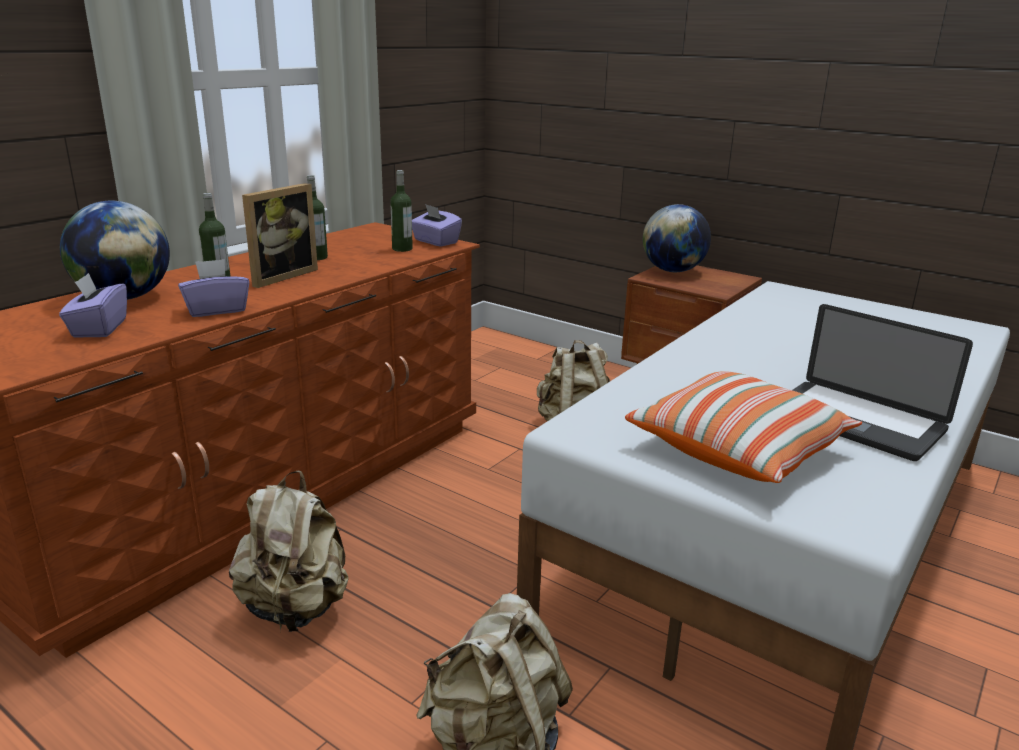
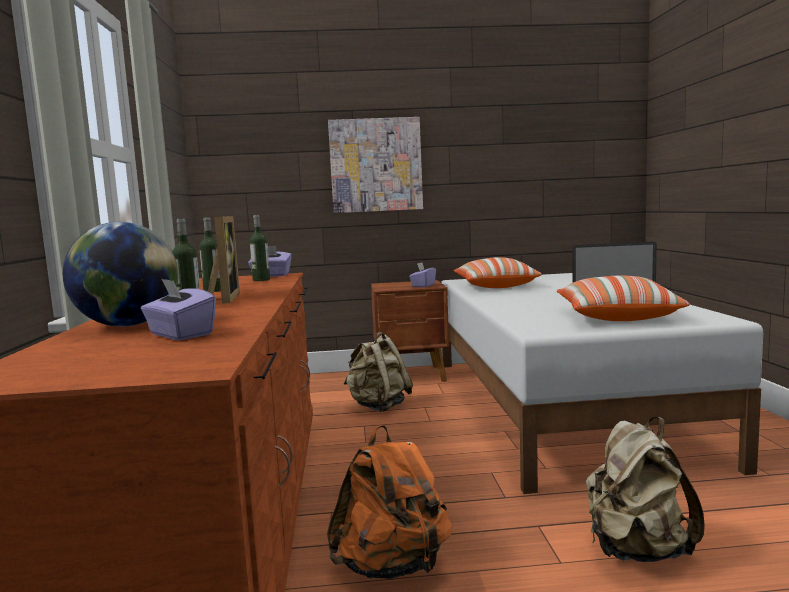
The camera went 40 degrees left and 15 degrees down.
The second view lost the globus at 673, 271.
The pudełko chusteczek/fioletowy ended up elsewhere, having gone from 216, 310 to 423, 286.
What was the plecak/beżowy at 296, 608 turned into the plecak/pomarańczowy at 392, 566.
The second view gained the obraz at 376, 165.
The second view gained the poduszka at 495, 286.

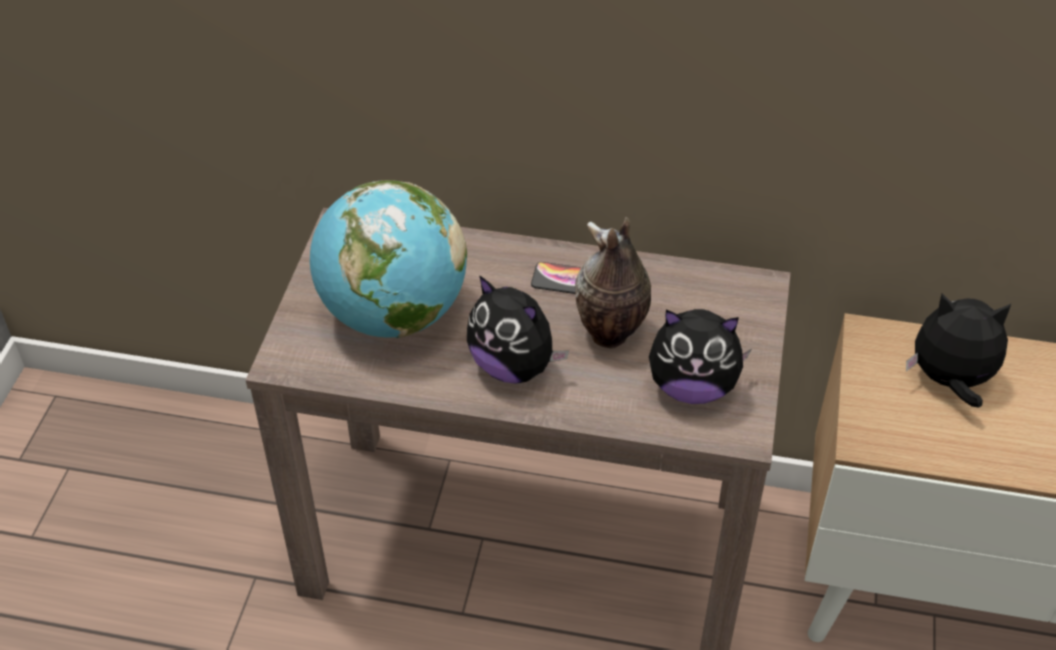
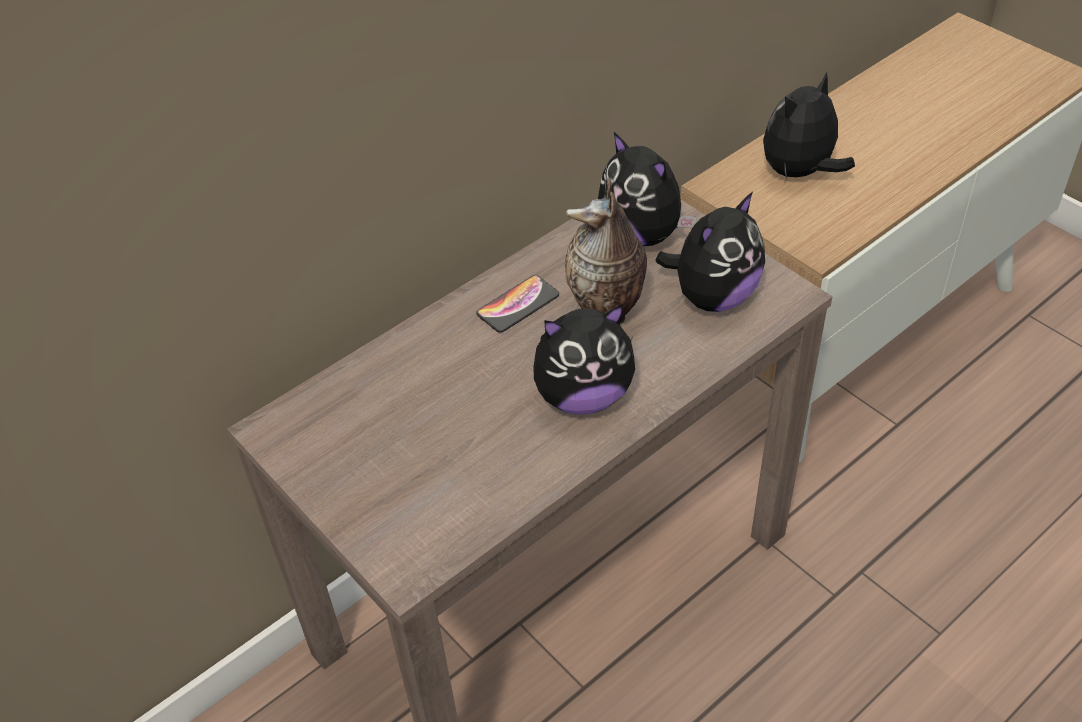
The camera went 50 degrees left and 0 degrees up.
The second view lost the globus at 393, 315.
The second view gained the pluszak at 643, 234.

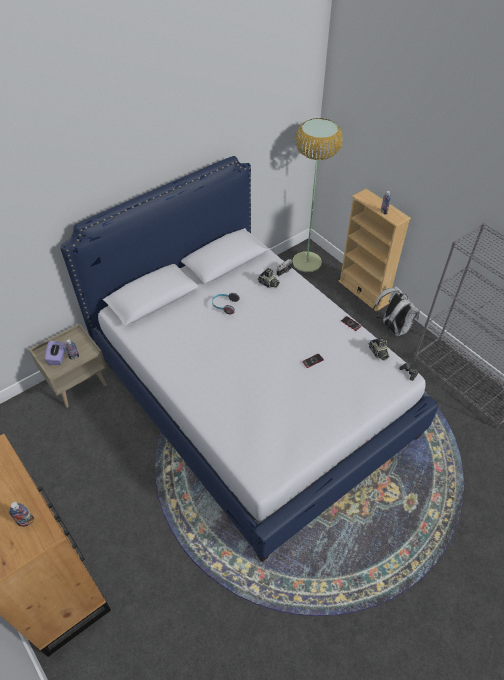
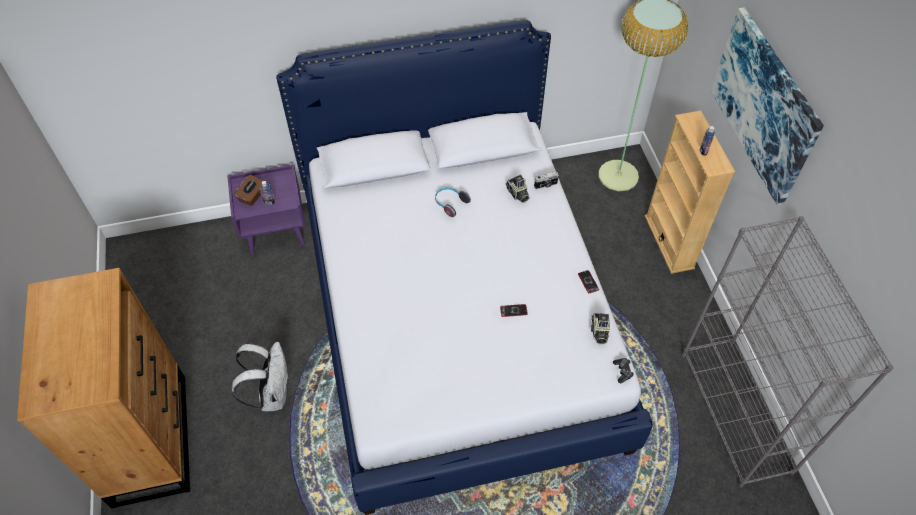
The camera went 25 degrees right and 5 degrees up.
The plecak/biały ended up elsewhere, having gone from 392, 328 to 272, 394.
What was the szafka nocna/beżowy at 78, 383 turned into the szafka nocna/fioletowy at 276, 231.
What was the pudełko chusteczek/fioletowy at 57, 357 turned into the pudełko chusteczek/brązowy at 252, 196.
The second view lost the butelka at 26, 521.
The second view gained the obraz at 764, 105.

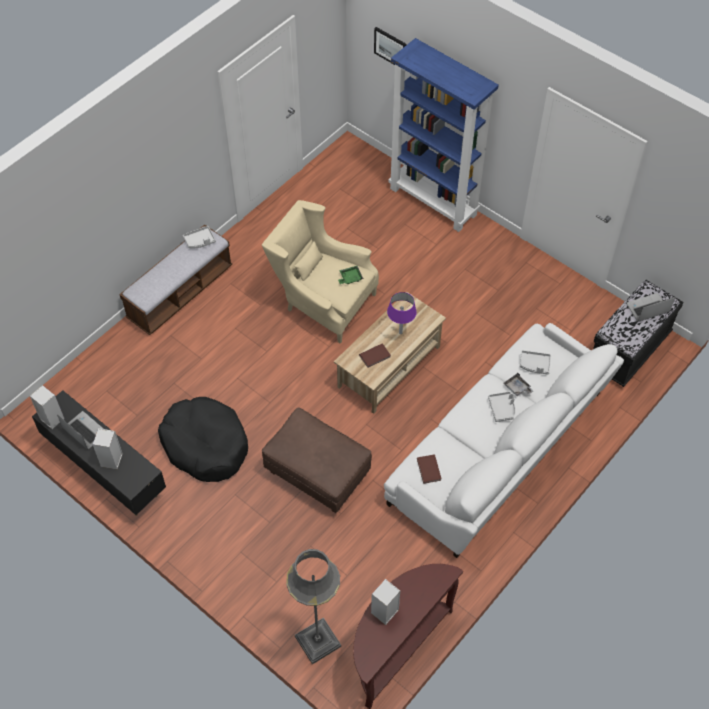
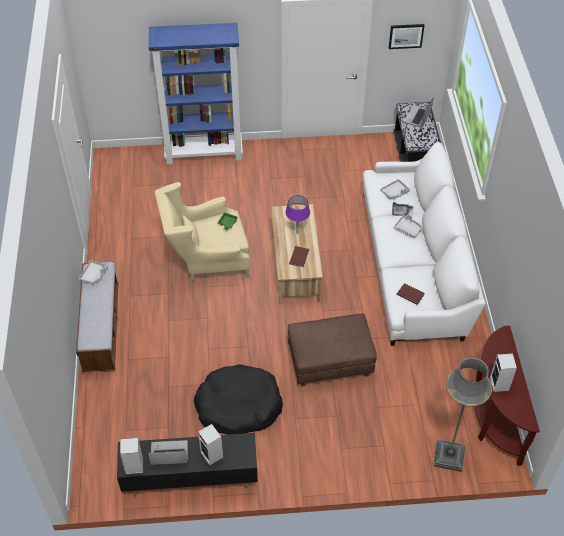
The camera went 45 degrees left and 5 degrees down.
The obraz ended up elsewhere, having gone from 390, 47 to 406, 36.

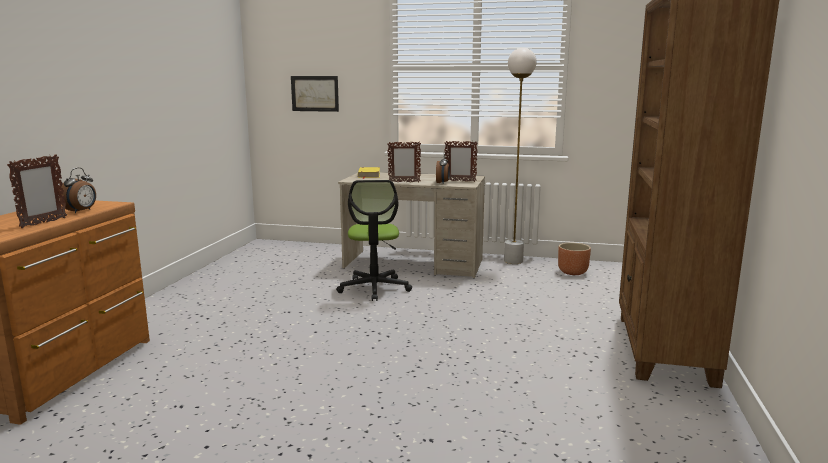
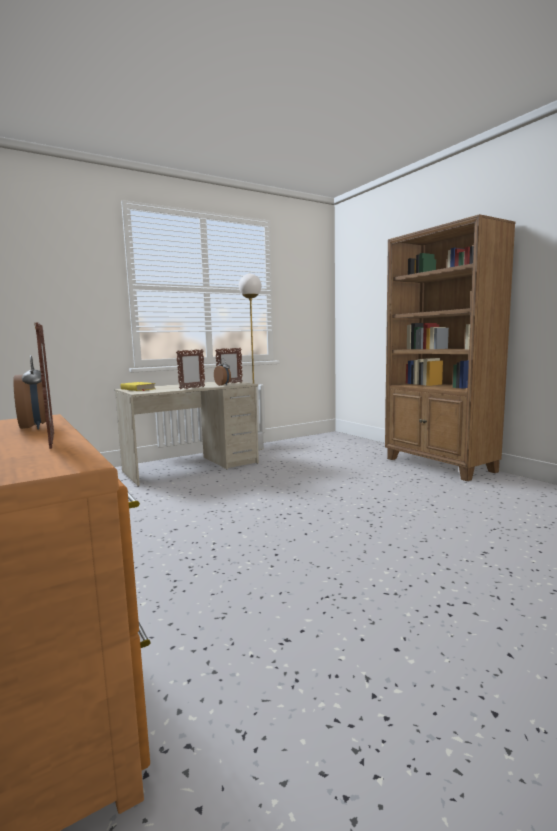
The camera went 45 degrees left and 5 degrees down.
The second view lost the obraz at 315, 93.
The second view lost the krzesło biurowe at 374, 288.
The second view lost the donica/brązowy at 572, 272.

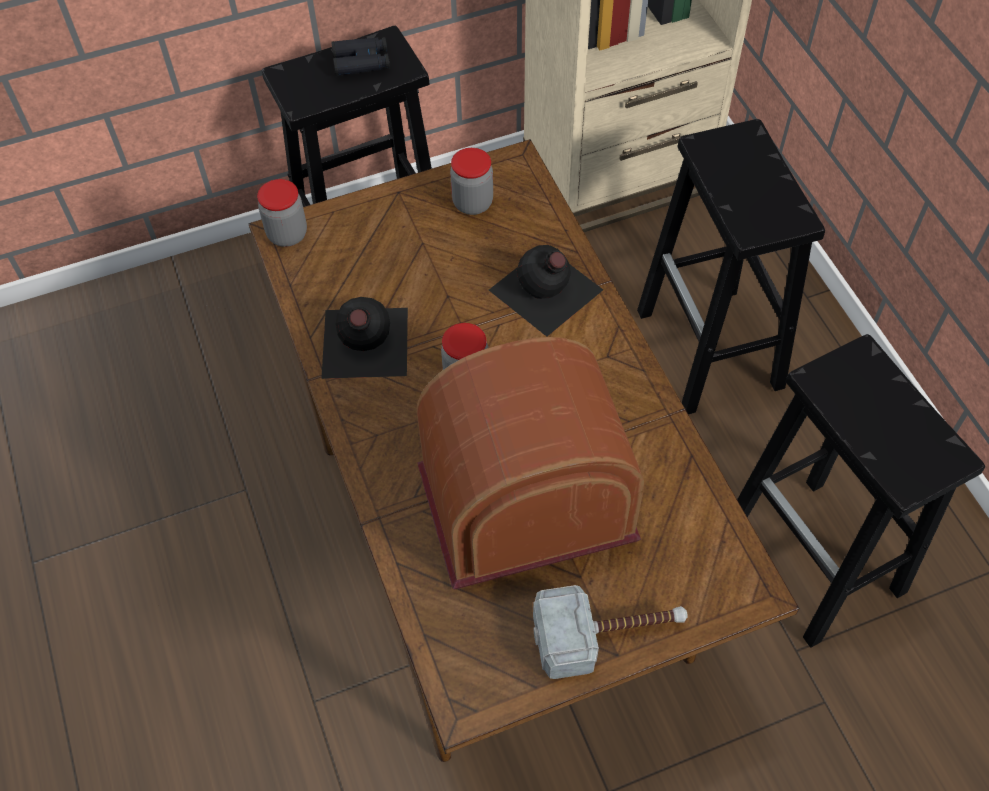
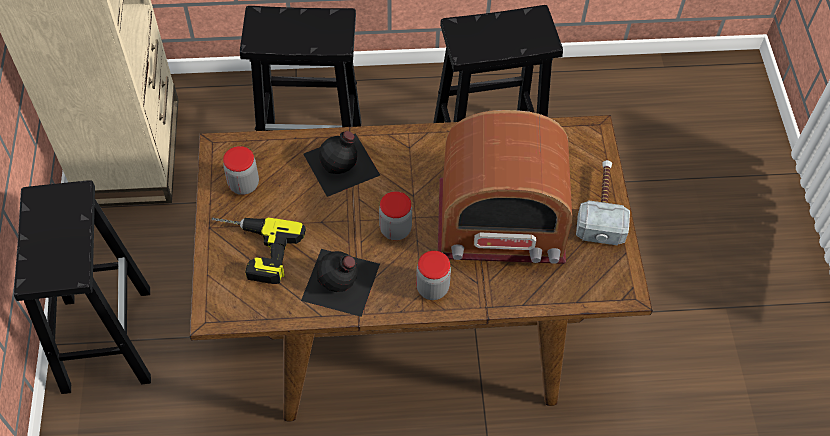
The camera went 75 degrees left and 0 degrees up.
The second view lost the lornetka/czarny at 361, 62.
The słoik ended up elsewhere, having gone from 287, 234 to 432, 288.
The radio at 525, 501 ended up facing another way, 90 degrees counterclockwise from before.
The second view gained the wiertarka at 252, 250.

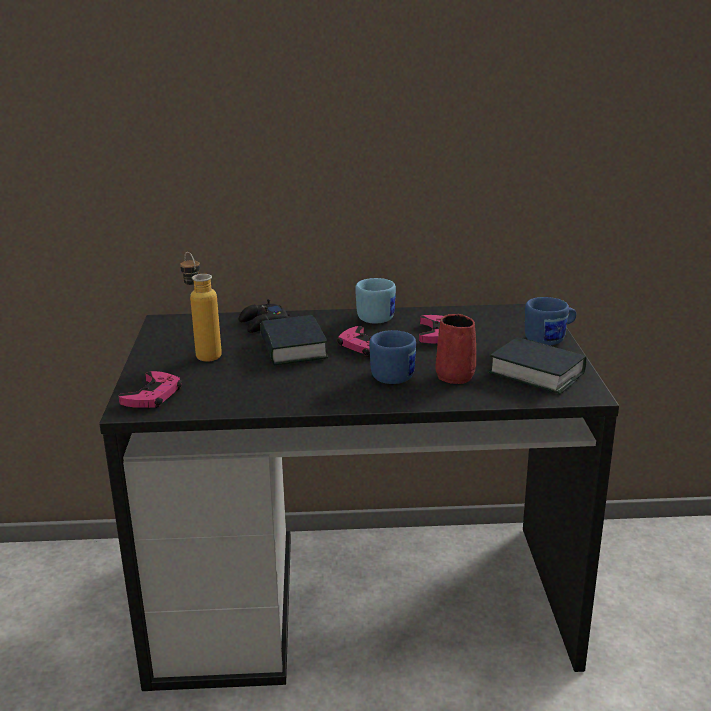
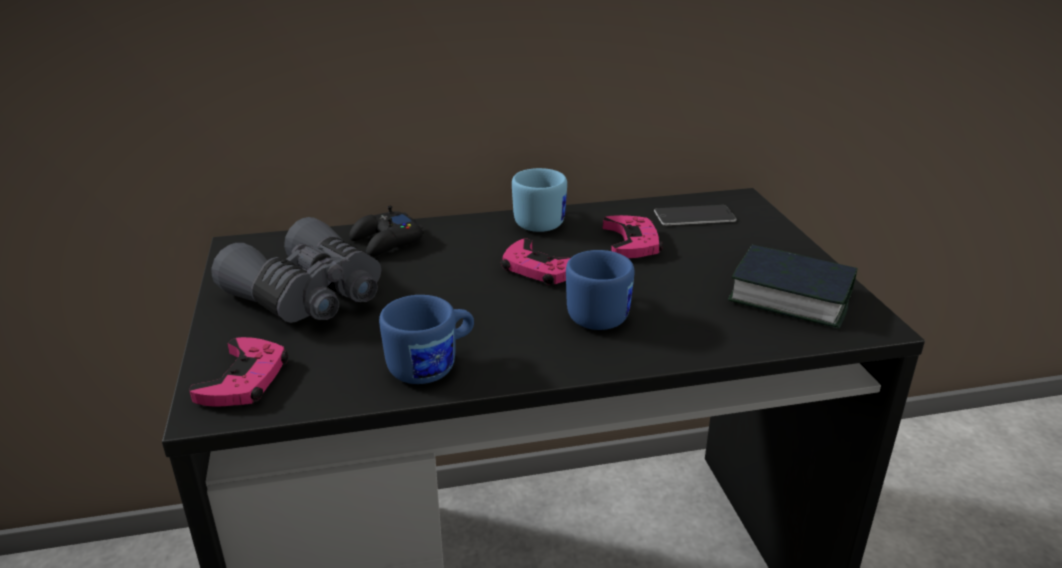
The camera went 10 degrees left and 5 degrees up.
Where the butelka stood at 203, 353, the lornetka/szary came to stand at 310, 296.
The kubek/niebieski ended up elsewhere, having gone from 550, 339 to 432, 366.
The second view lost the kubek/czerwony at 453, 375.
The second view lost the książka at 293, 348.
The second view gained the telefon at 694, 216.

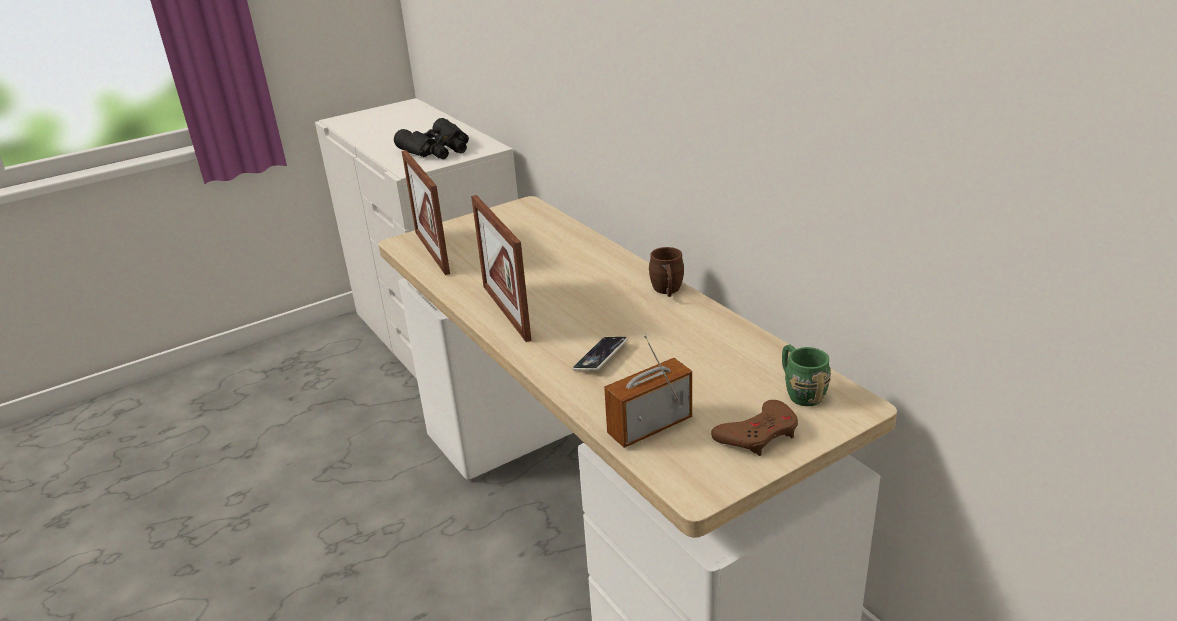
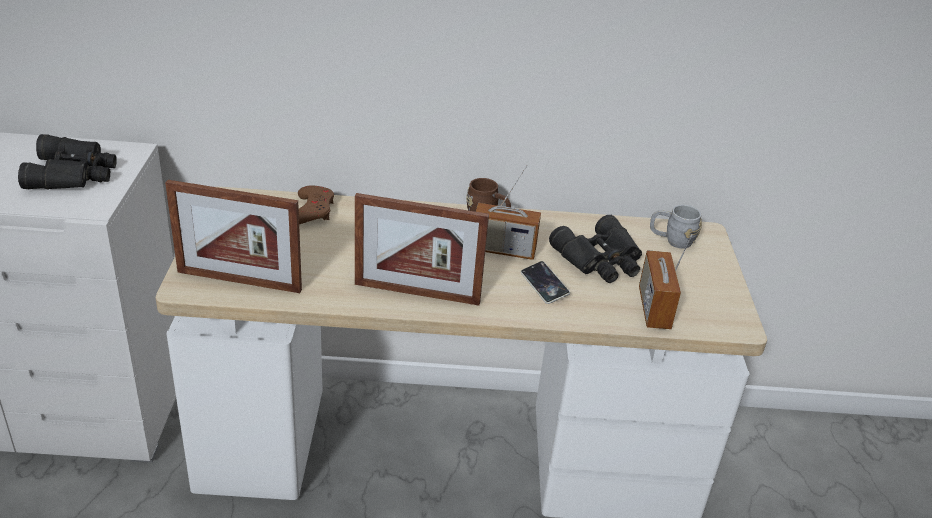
The camera went 60 degrees left and 5 degrees up.
What was the kubek/zielony at 800, 391 turned into the kubek/szary at 671, 240.
The pad do gier/brązowy ended up elsewhere, having gone from 758, 434 to 313, 210.
The second view gained the radio at 503, 250.
The second view gained the lornetka/czarny at 601, 260.

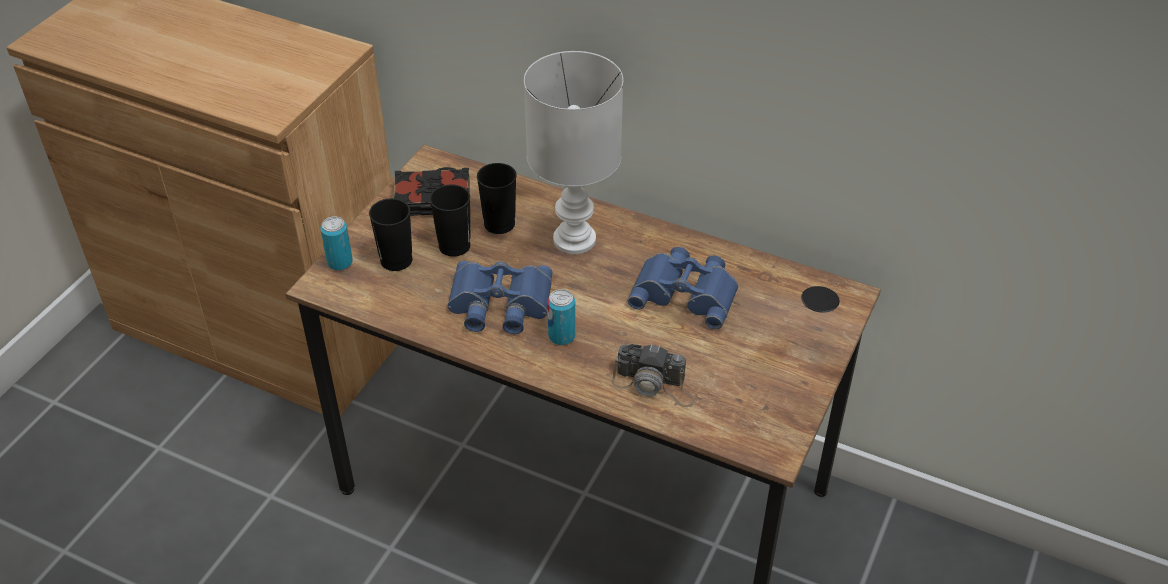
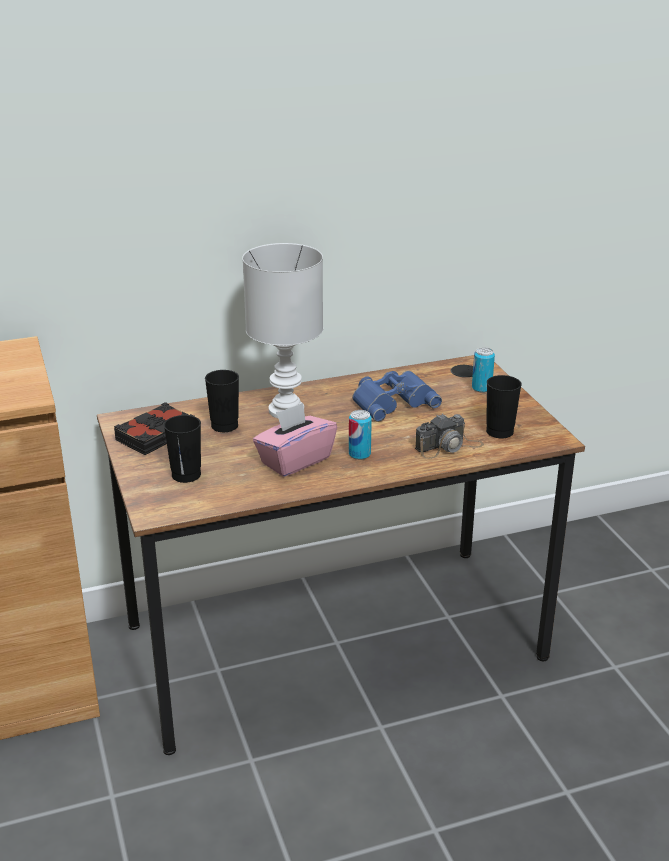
The camera went 45 degrees left and 15 degrees down.
The filiżanka/czarny ended up elsewhere, having gone from 454, 246 to 499, 432.
The puszka ended up elsewhere, having gone from 340, 262 to 481, 388.
Where the lornetka/niebieski stood at 499, 304, the pudełko chusteczek/różowy came to stand at 295, 460.

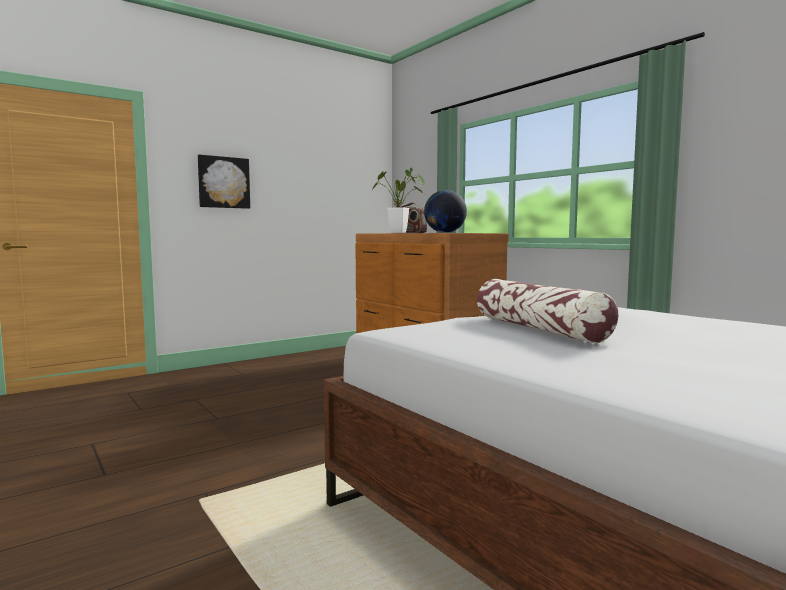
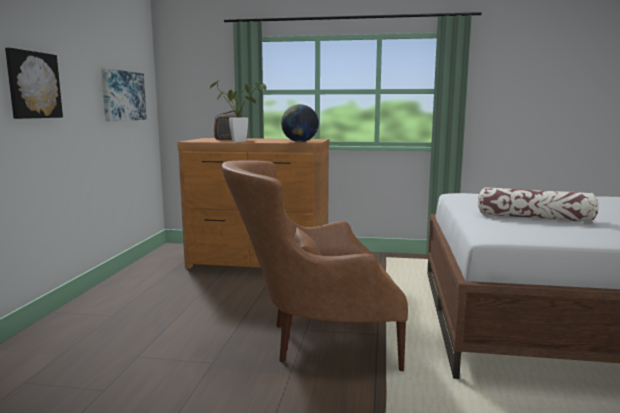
The camera went 45 degrees left and 5 degrees up.
The second view gained the obraz at 123, 96.
The second view gained the fotel/brązowy at 313, 341.

